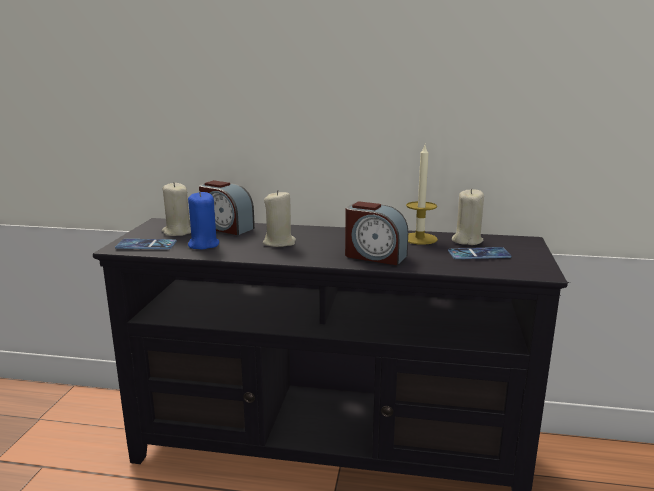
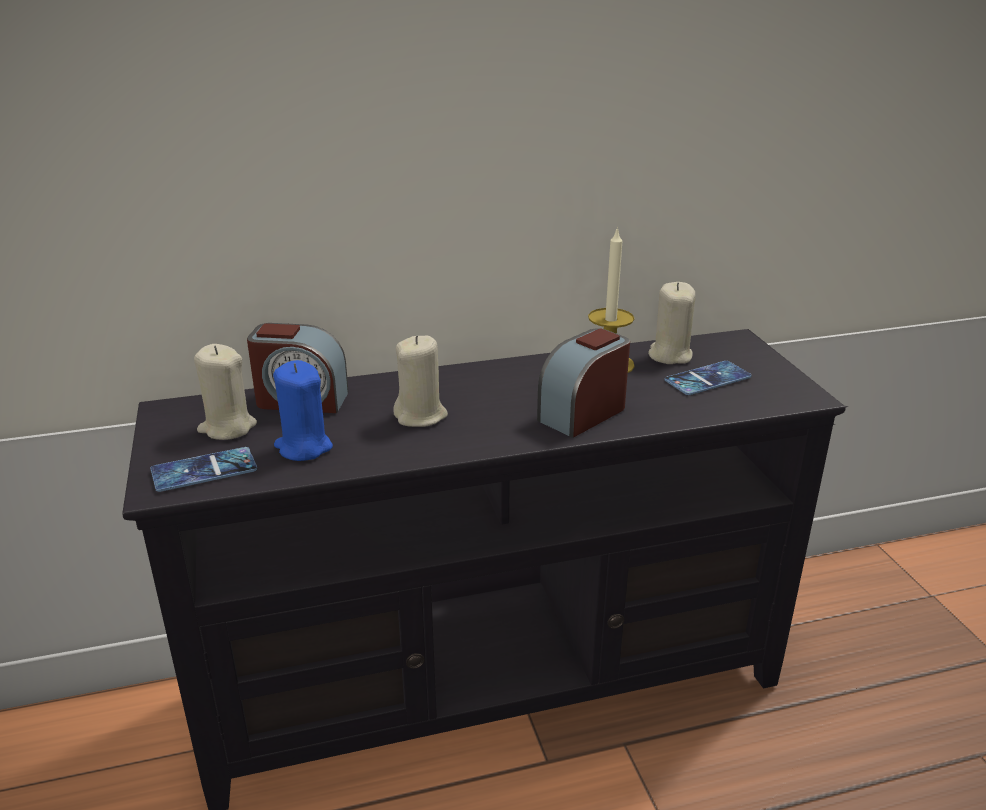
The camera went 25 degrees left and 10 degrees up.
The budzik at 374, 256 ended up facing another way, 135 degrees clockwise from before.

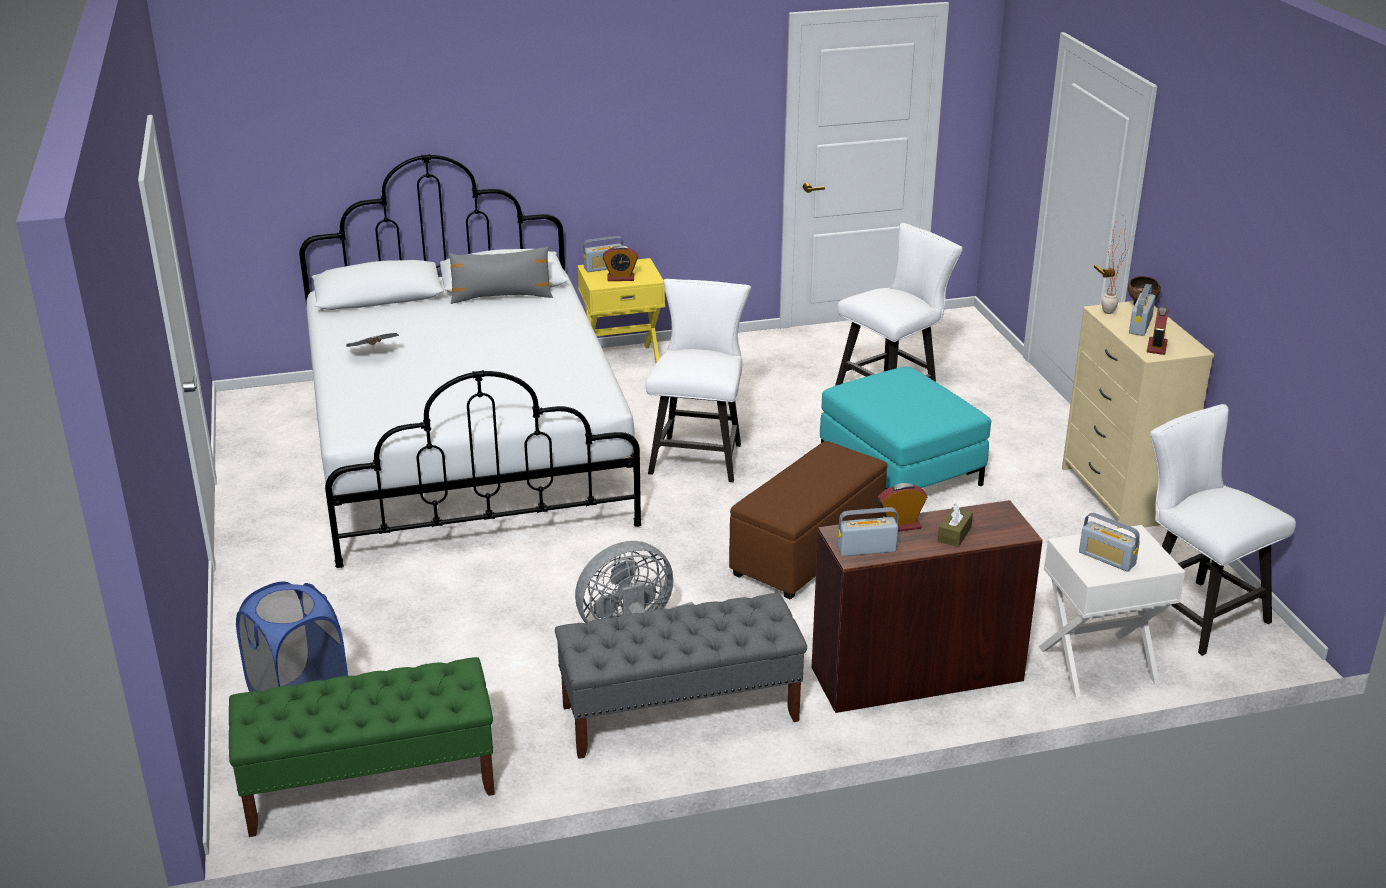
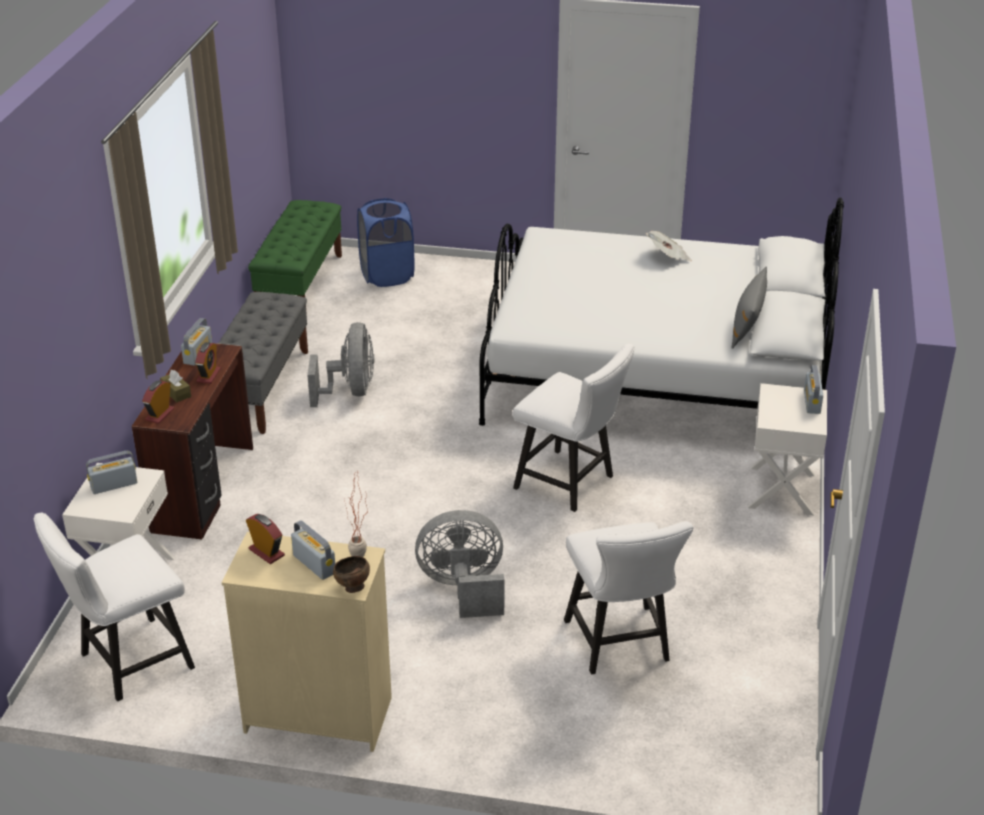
The camera went 115 degrees right and 5 degrees up.
The budzik ended up elsewhere, having gone from 620, 278 to 160, 414.
What was the szafka nocna/żółty at 622, 361 turned into the szafka nocna/biały at 782, 491.
Where the pufa/turkusowy stood at 901, 471, the wentylator/szary came to stand at 463, 589.
The krzesło/biały at 1195, 612 ended up facing another way, 150 degrees clockwise from before.
The second view lost the pufa/brązowy at 808, 550.

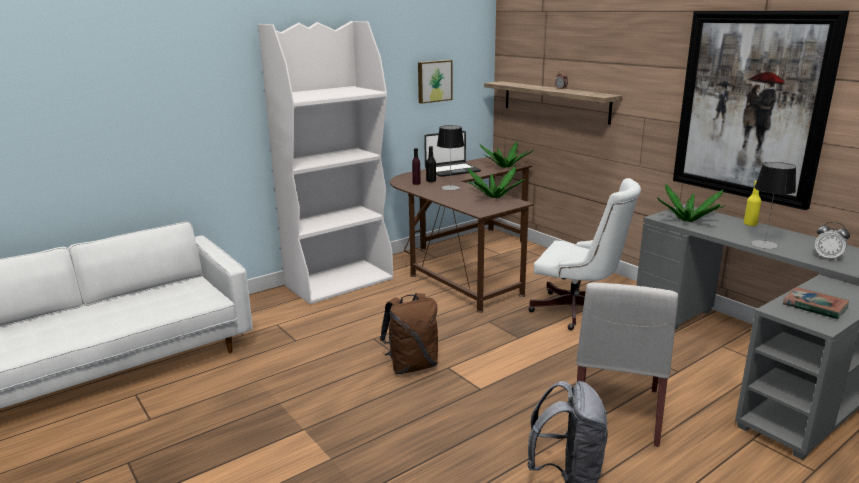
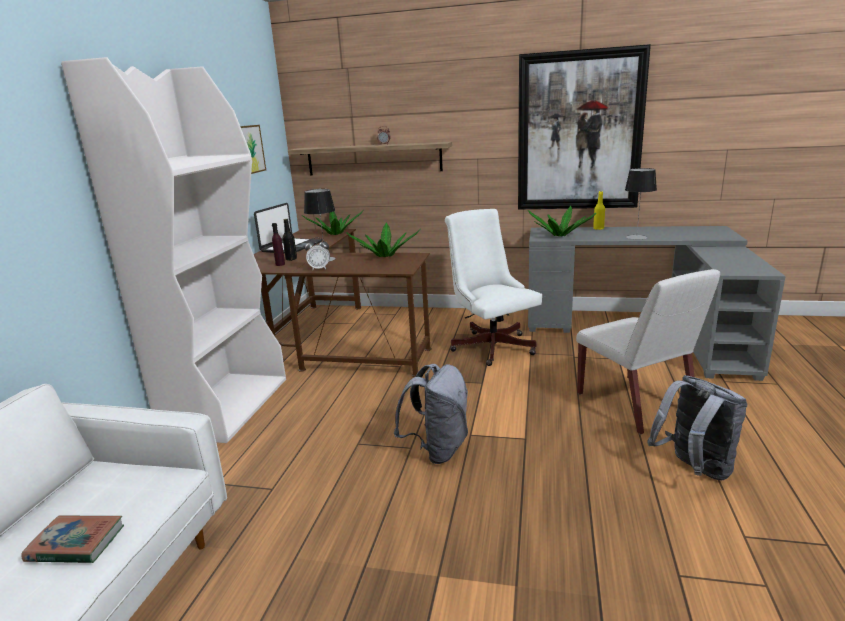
The camera went 40 degrees left and 0 degrees up.
The krzesło biurowe/biały at 578, 312 ended up facing another way, 105 degrees counterclockwise from before.
The budzik ended up elsewhere, having gone from 827, 258 to 319, 268.
The książka ended up elsewhere, having gone from 815, 306 to 76, 544.
What was the plecak/brązowy at 412, 366 turned into the plecak/szary at 437, 449.

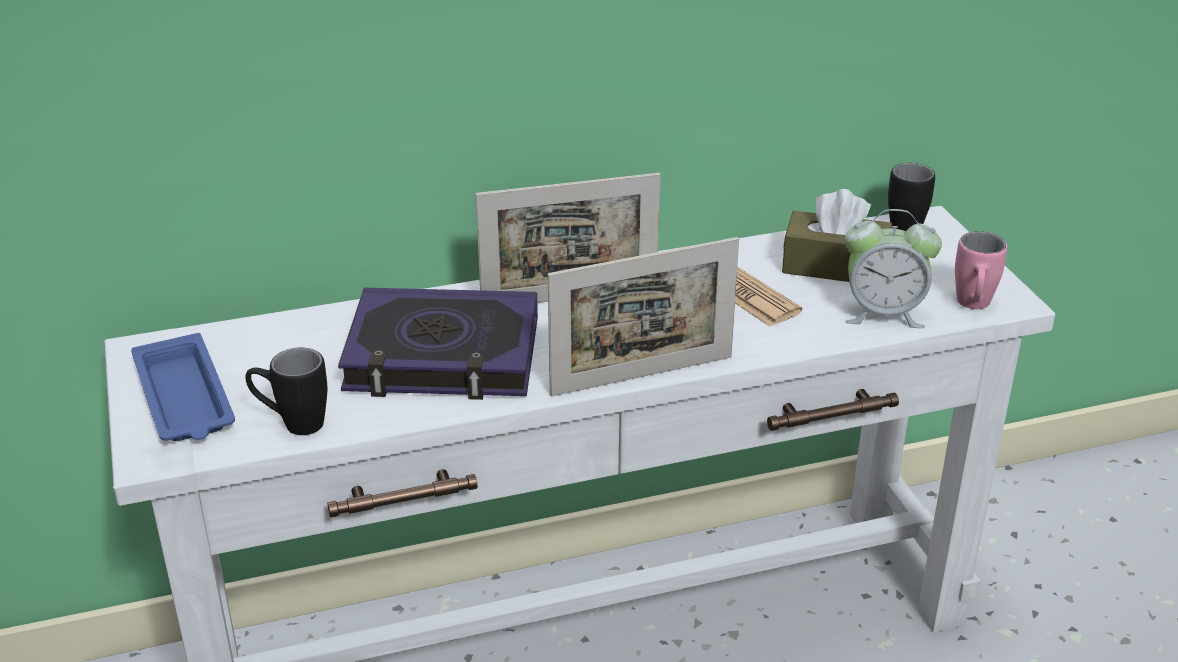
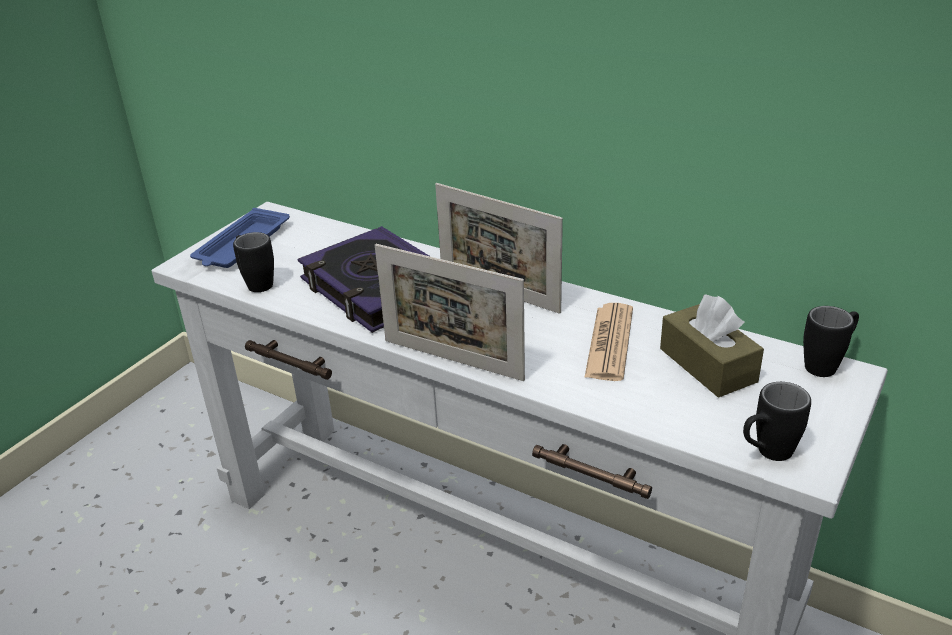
The camera went 50 degrees right and 0 degrees up.
The second view lost the budzik at 883, 313.
What was the kubek/różowy at 973, 307 turned into the kubek/czarny at 766, 454.

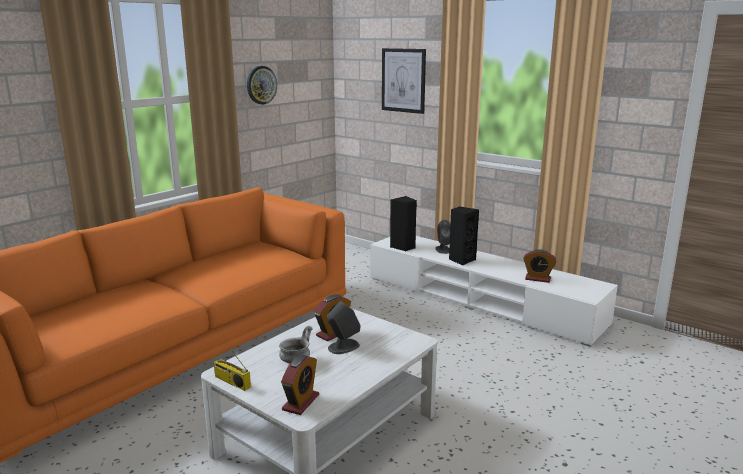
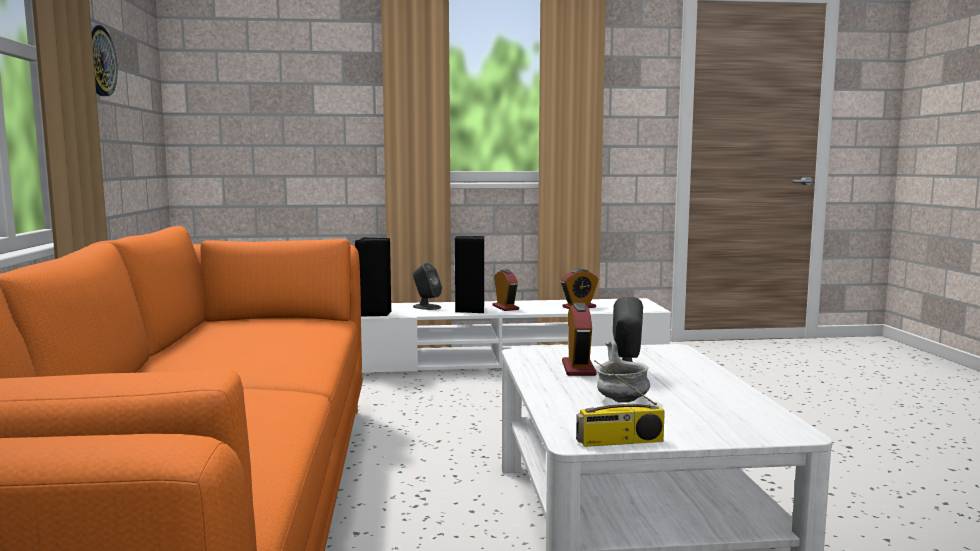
The camera went 45 degrees left and 10 degrees down.
The second view lost the obraz at 403, 80.
The budzik ended up elsewhere, having gone from 300, 402 to 505, 307.

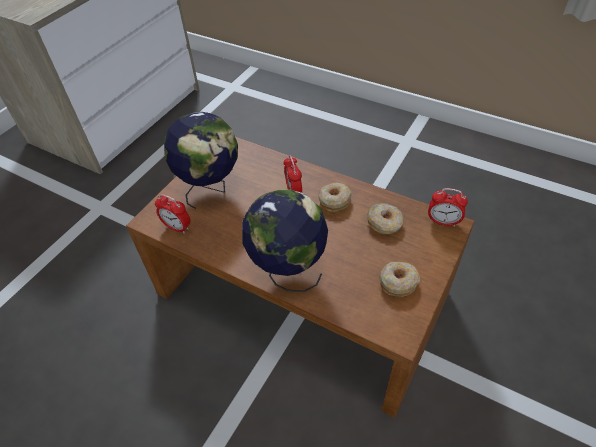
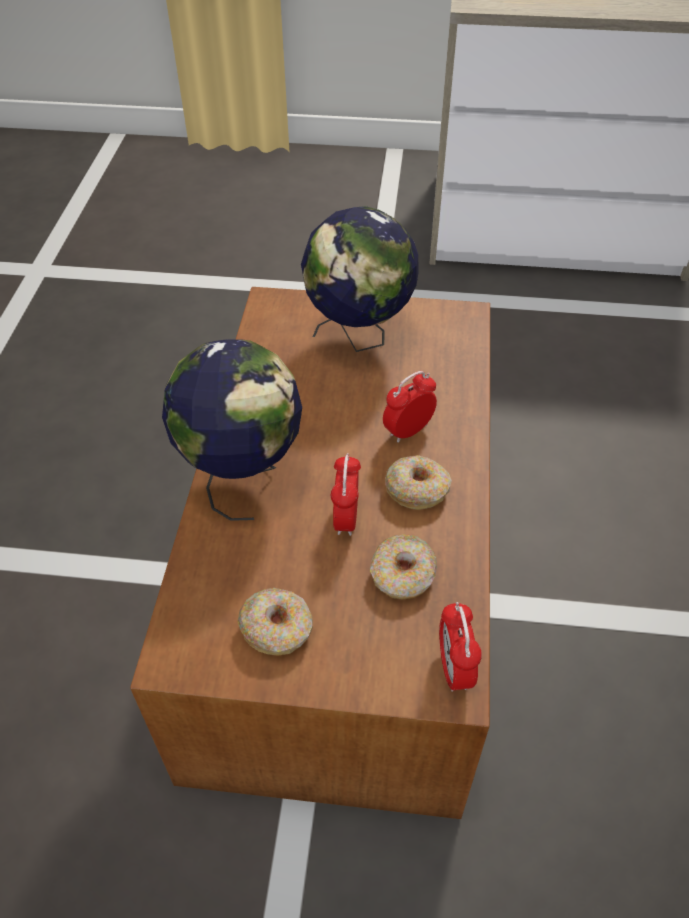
The camera went 65 degrees right and 0 degrees up.
The budzik ended up elsewhere, having gone from 177, 227 to 346, 518.

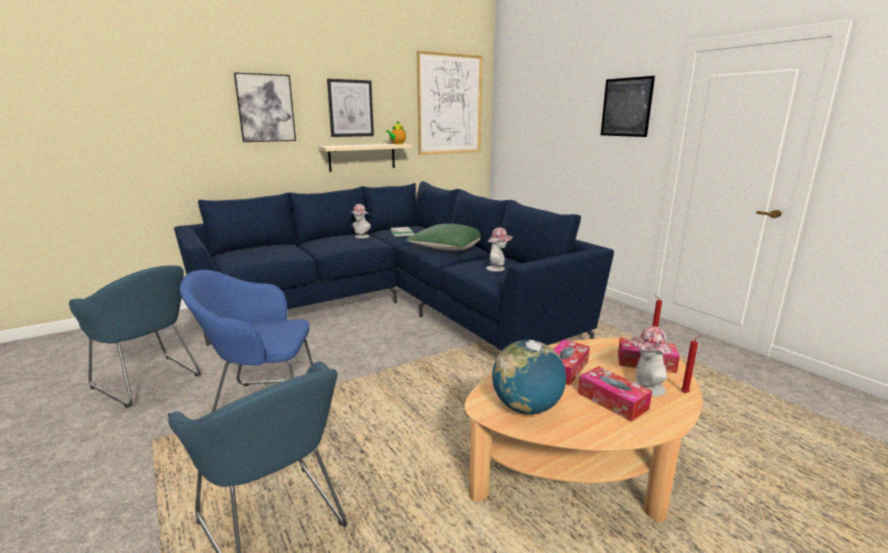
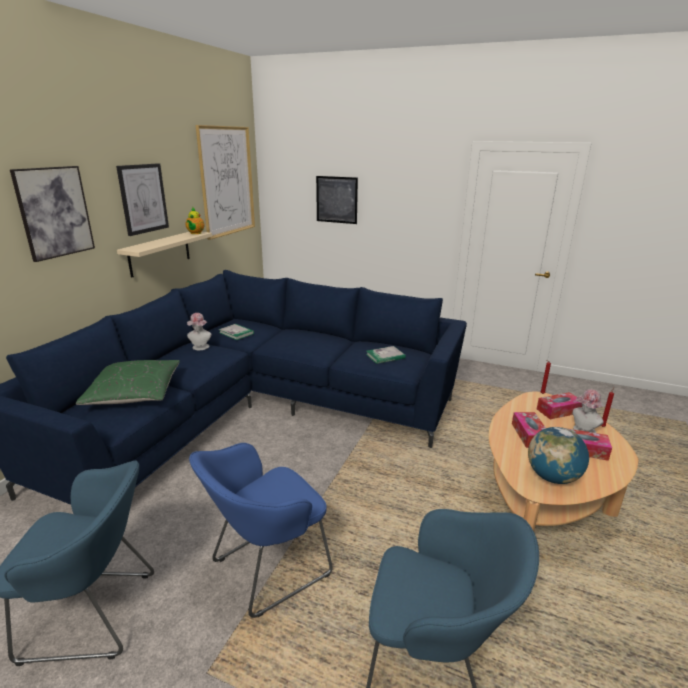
The camera went 35 degrees left and 5 degrees up.
The obraz ended up elsewhere, having gone from 626, 107 to 336, 199.
The poduszka/zielony ended up elsewhere, having gone from 449, 247 to 134, 393.
Where the kapelusz stood at 498, 268, the książka came to stand at 385, 356.

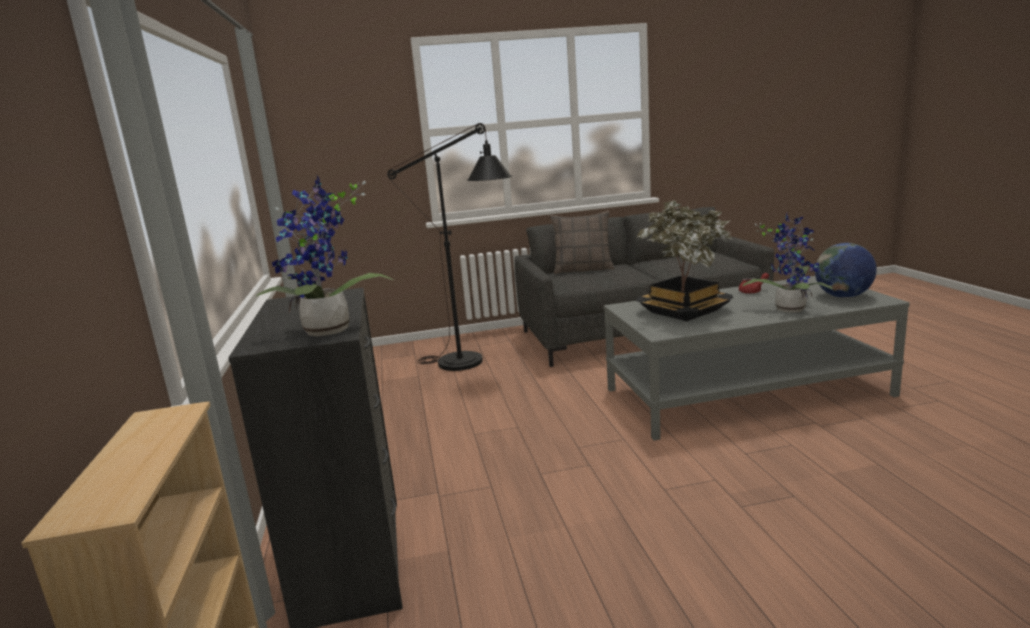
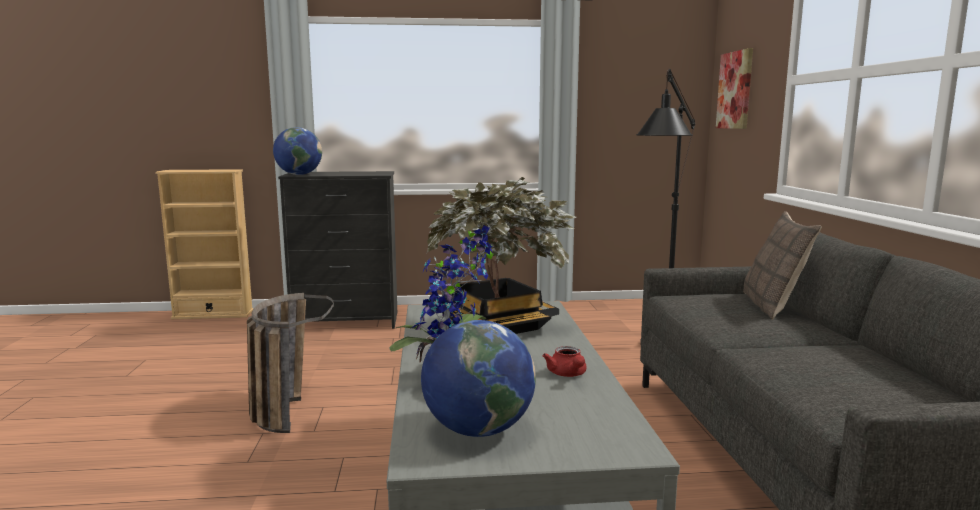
The camera went 95 degrees right and 5 degrees down.
Where the roślina doniczkowa stood at 329, 332, the globus came to stand at 299, 174.
The second view gained the obraz at 735, 90.
The second view gained the koszyk at 285, 409.

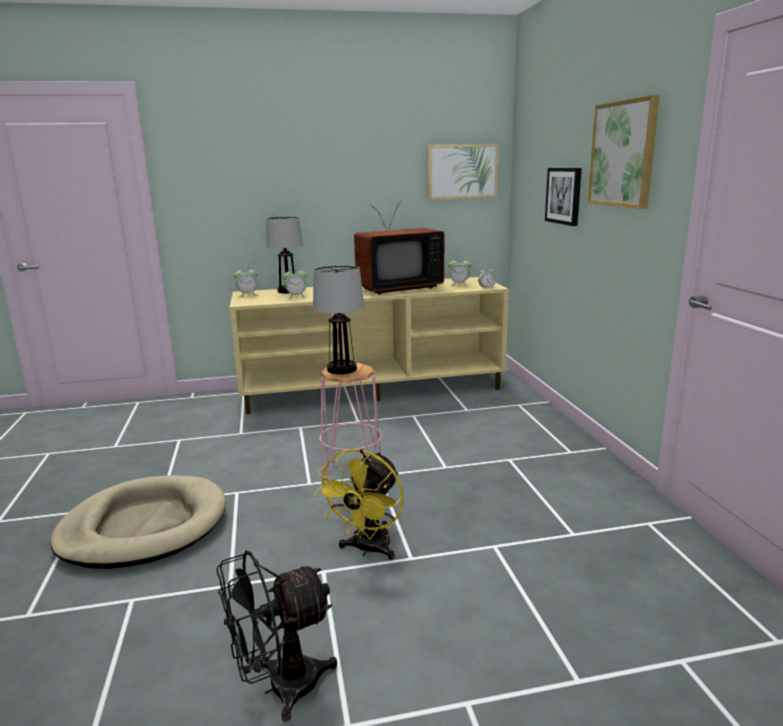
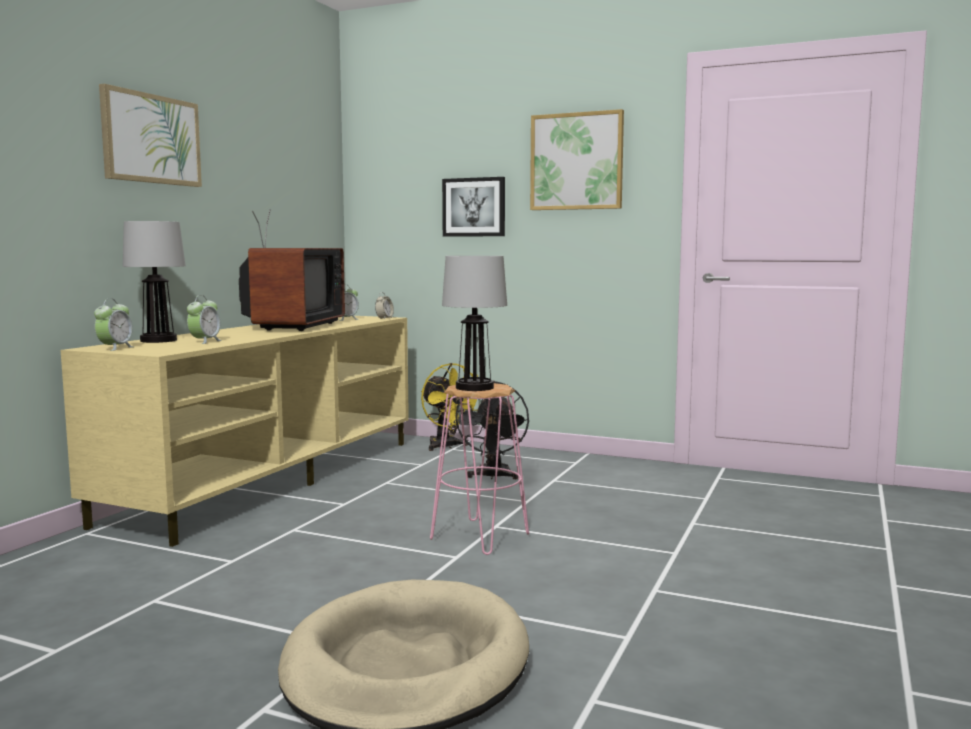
The camera went 55 degrees left and 10 degrees down.
The obraz ended up elsewhere, having gone from 462, 171 to 151, 139.
The wentylator/żółty ended up elsewhere, having gone from 368, 549 to 447, 447.
The wentylator/czarny ended up elsewhere, having gone from 280, 688 to 492, 476.

